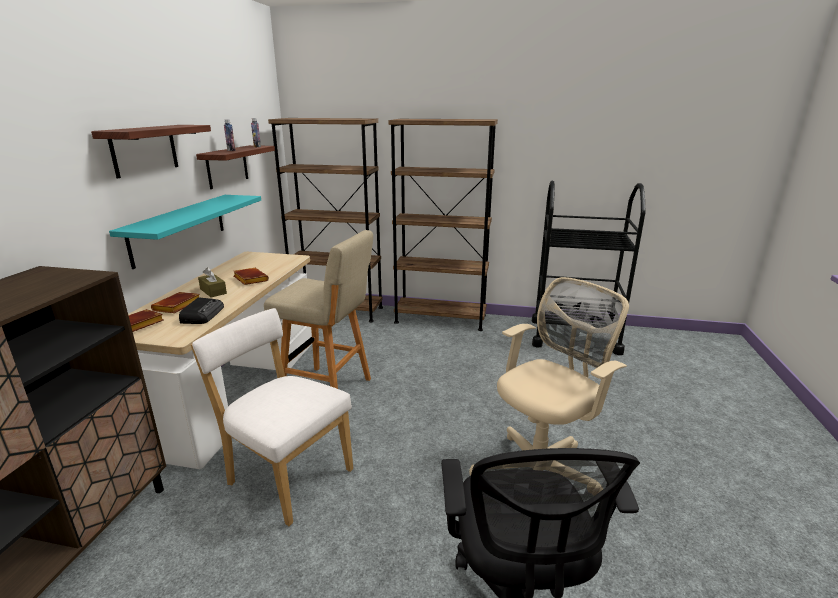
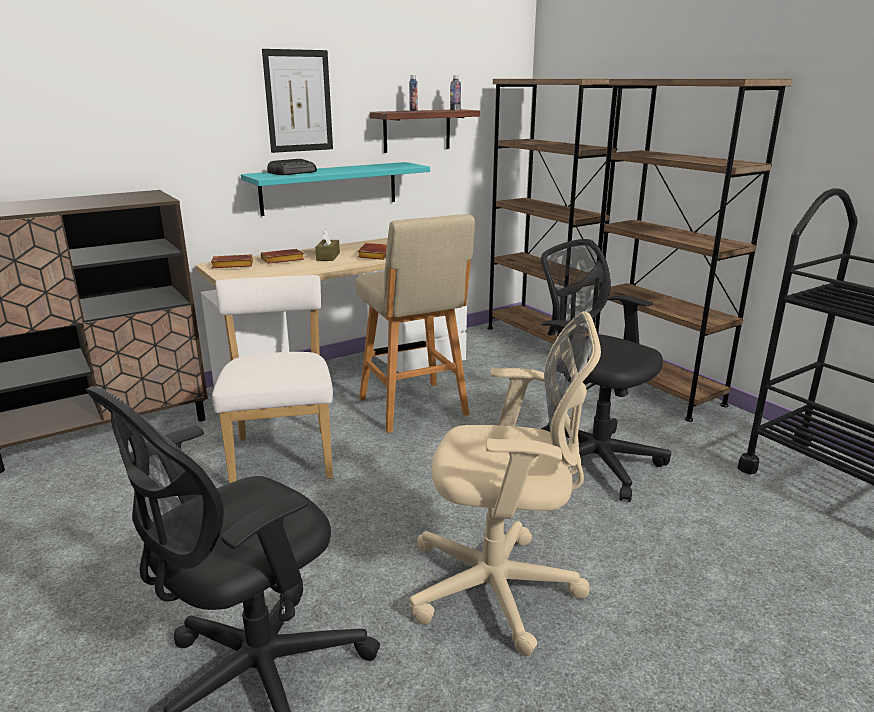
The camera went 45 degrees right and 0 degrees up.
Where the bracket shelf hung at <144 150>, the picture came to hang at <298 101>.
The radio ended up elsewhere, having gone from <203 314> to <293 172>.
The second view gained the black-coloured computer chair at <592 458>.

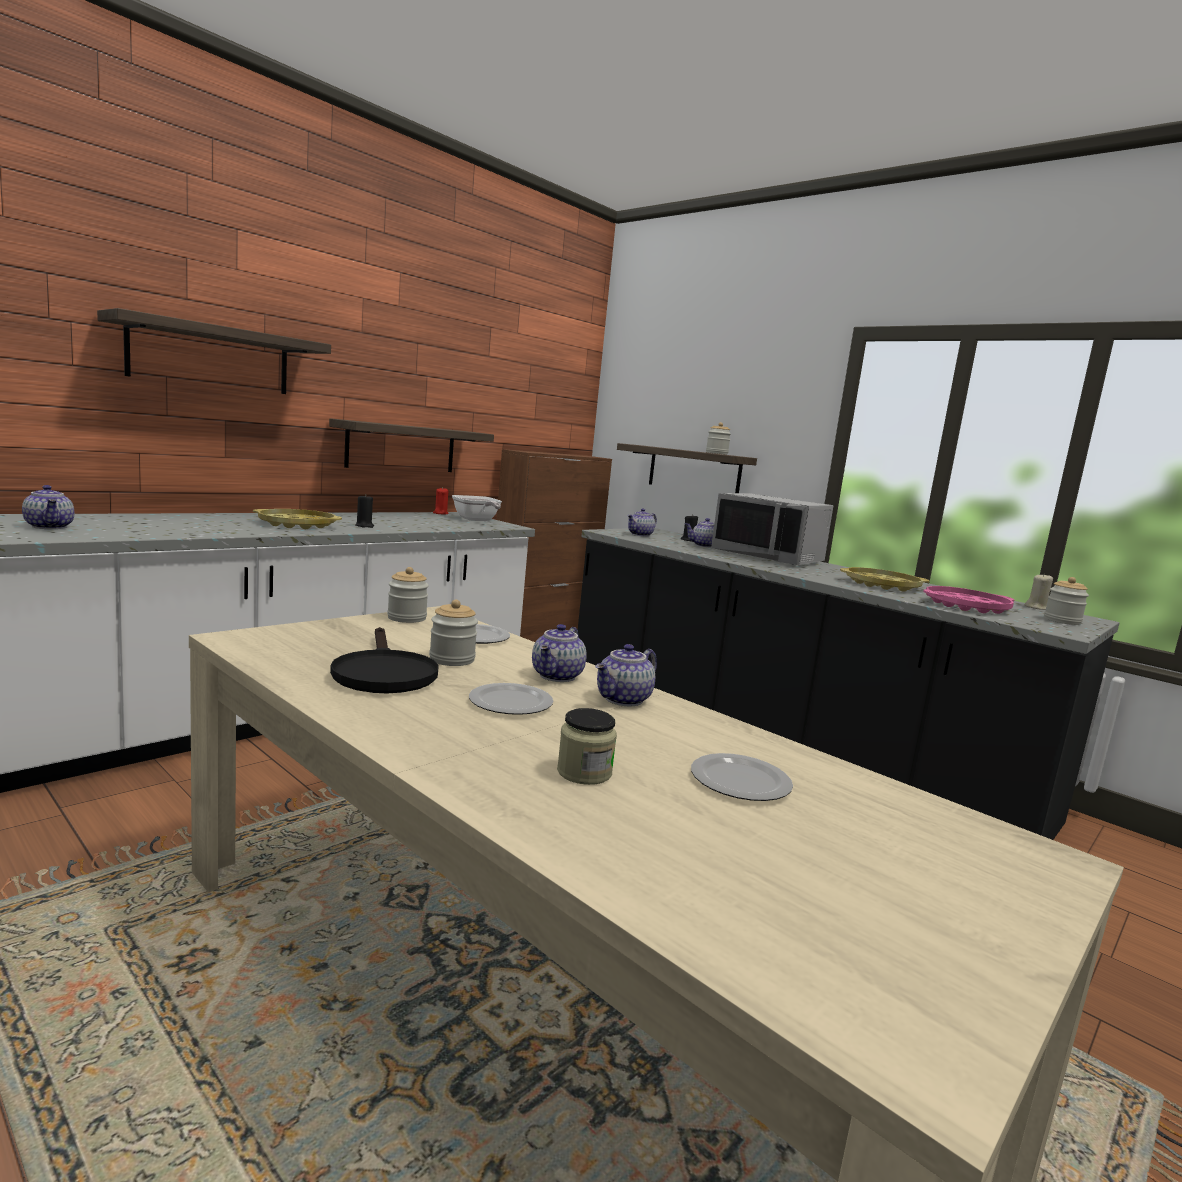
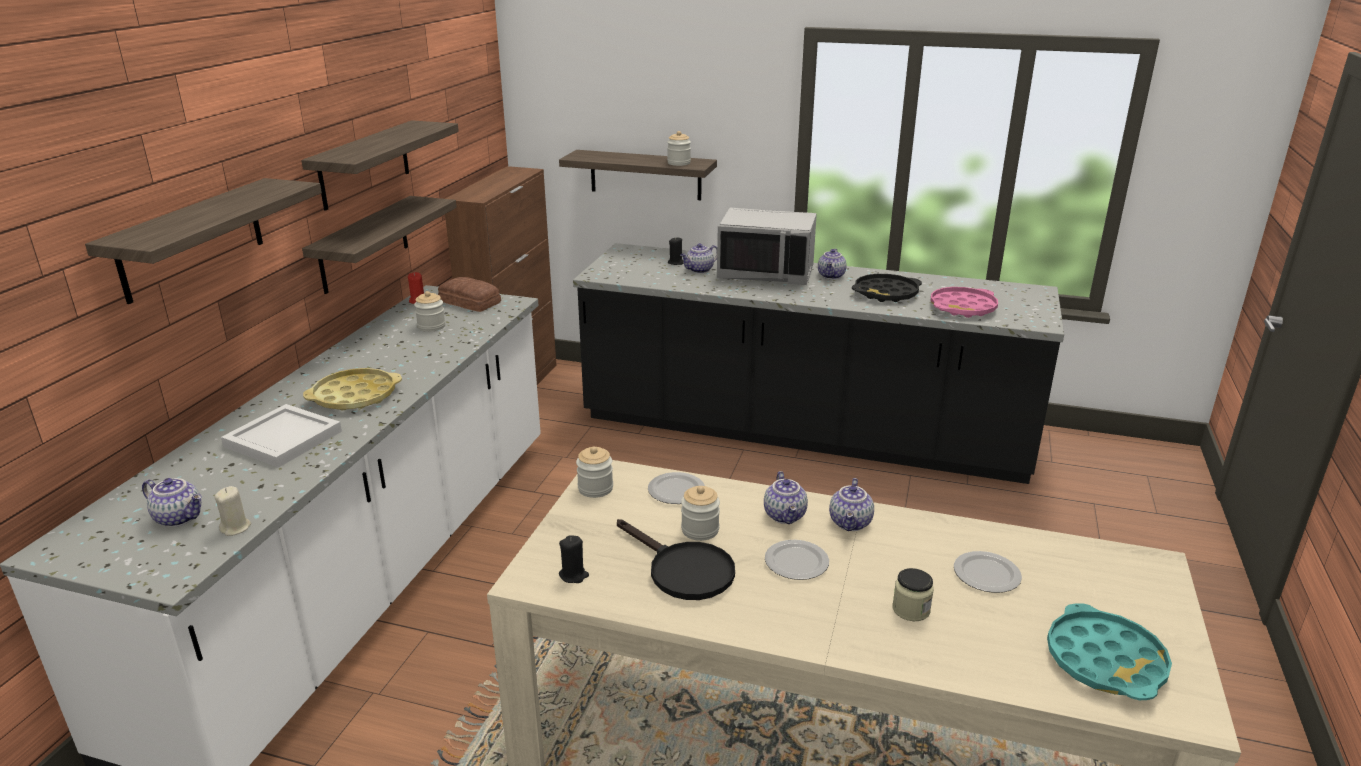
The camera went 25 degrees left and 15 degrees up.
The sand-coloured wax candle ended up elsewhere, having gone from <1036 607> to <236 528>.
The second view gained the whitish serving tray at <281 439>.
The second view gained the bracket shelf at <364 164>.
The preserve jar ended up elsewhere, having gone from <1062 621> to <431 326>.
Where the skillet stood at <477 520>, the bakery bread came to stand at <469 302>.
The black-coloured wax candle ended up elsewhere, having gone from <364 526> to <573 575>.
The teapot ended up elsewhere, having gone from <640 535> to <832 276>.
What was the yellowish serving tray at <882 585> turned into the black-coloured serving tray at <886 293>.
The second view gained the turquoise serving tray at <1105 661>.

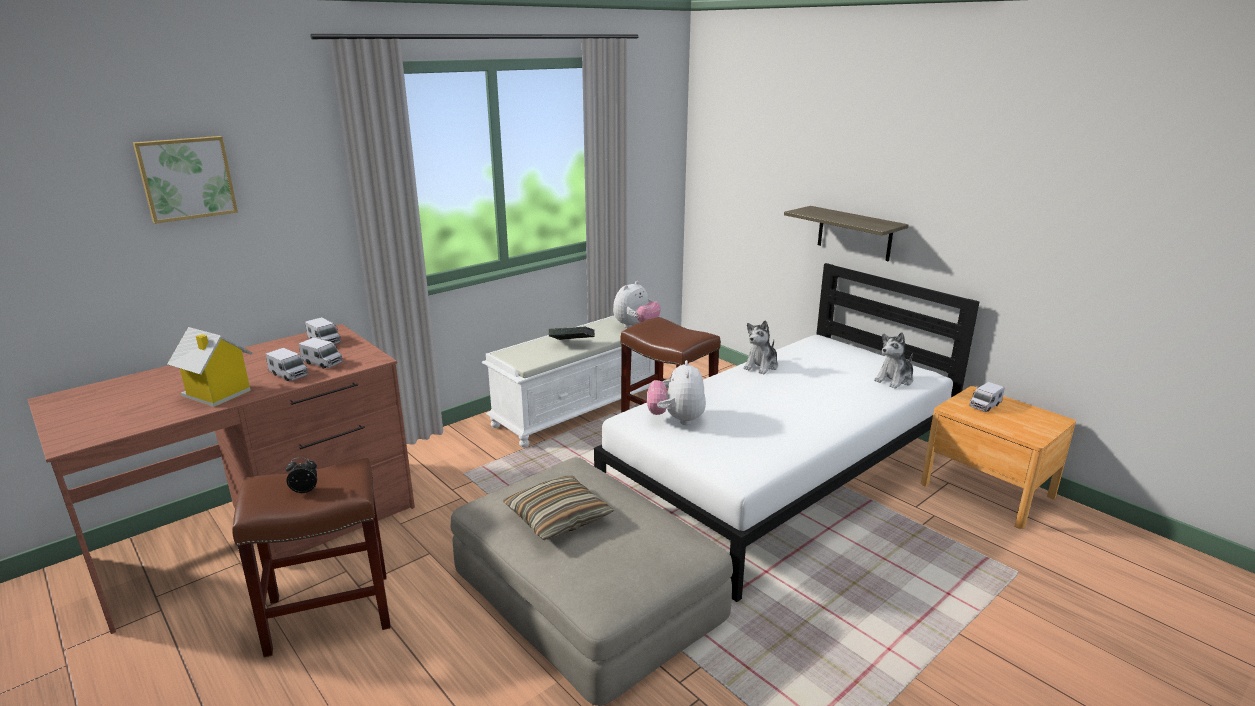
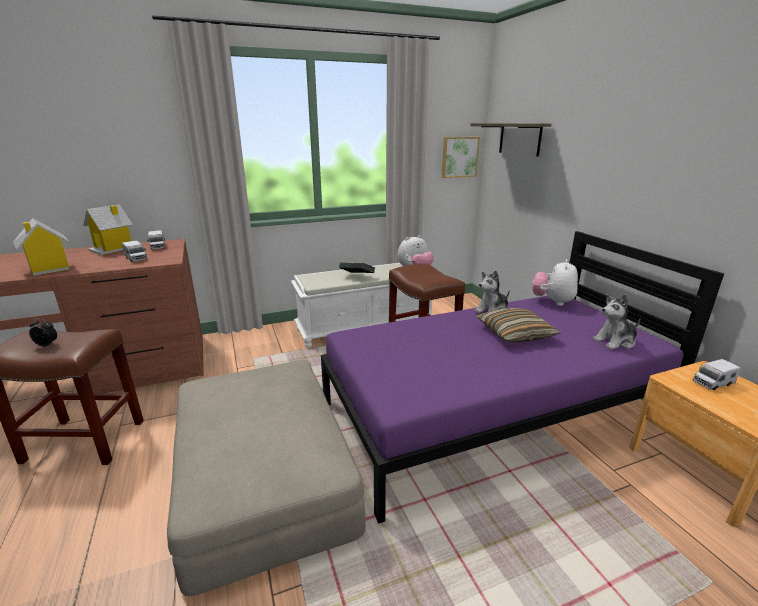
The camera went 20 degrees right and 0 degrees up.
The second view gained the toy house at <113 249>.
What was the whitish bedroom bed at <783 479> turned into the purple bedroom bed at <492 413>.
The picture ended up elsewhere, having gone from <186 178> to <459 157>.
The bracket shelf ended up elsewhere, having gone from <854 233> to <520 139>.
The pillow ended up elsewhere, having gone from <558 517> to <514 333>.
The soft toy ended up elsewhere, having gone from <676 419> to <552 301>.
The second view lost the toy truck at <289 374>.

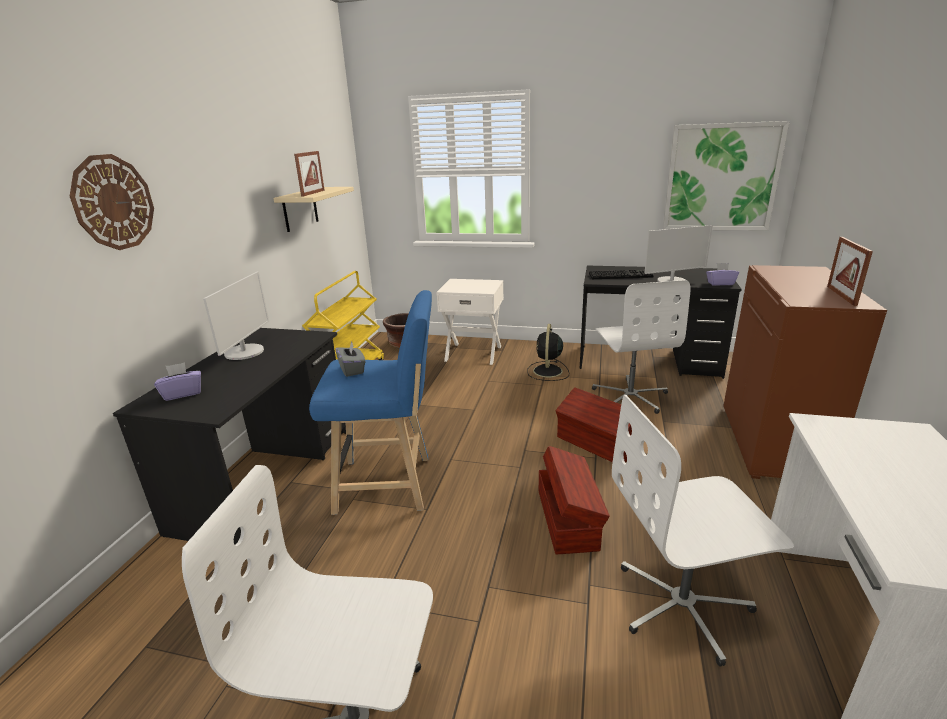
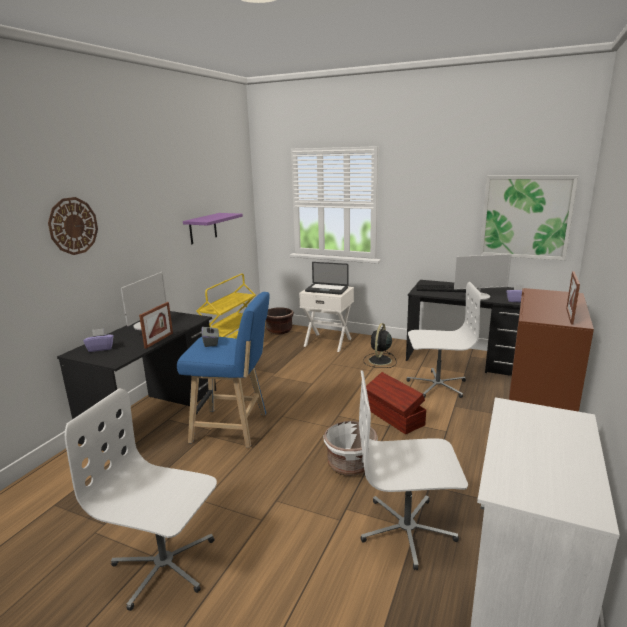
The camera went 10 degrees right and 5 degrees down.
The photo frame ended up elsewhere, having gone from <313 193> to <159 340>.
What was the sand-coloured bracket shelf at <300 209> turned into the purple bracket shelf at <203 228>.
The second view gained the laptop at <326 290>.
Where the brown-coloured storage container stood at <568 518>, the whitish plant pot came to stand at <350 465>.
The whitish computer chair at <630 396> ended up facing another way, 90 degrees counterclockwise from before.

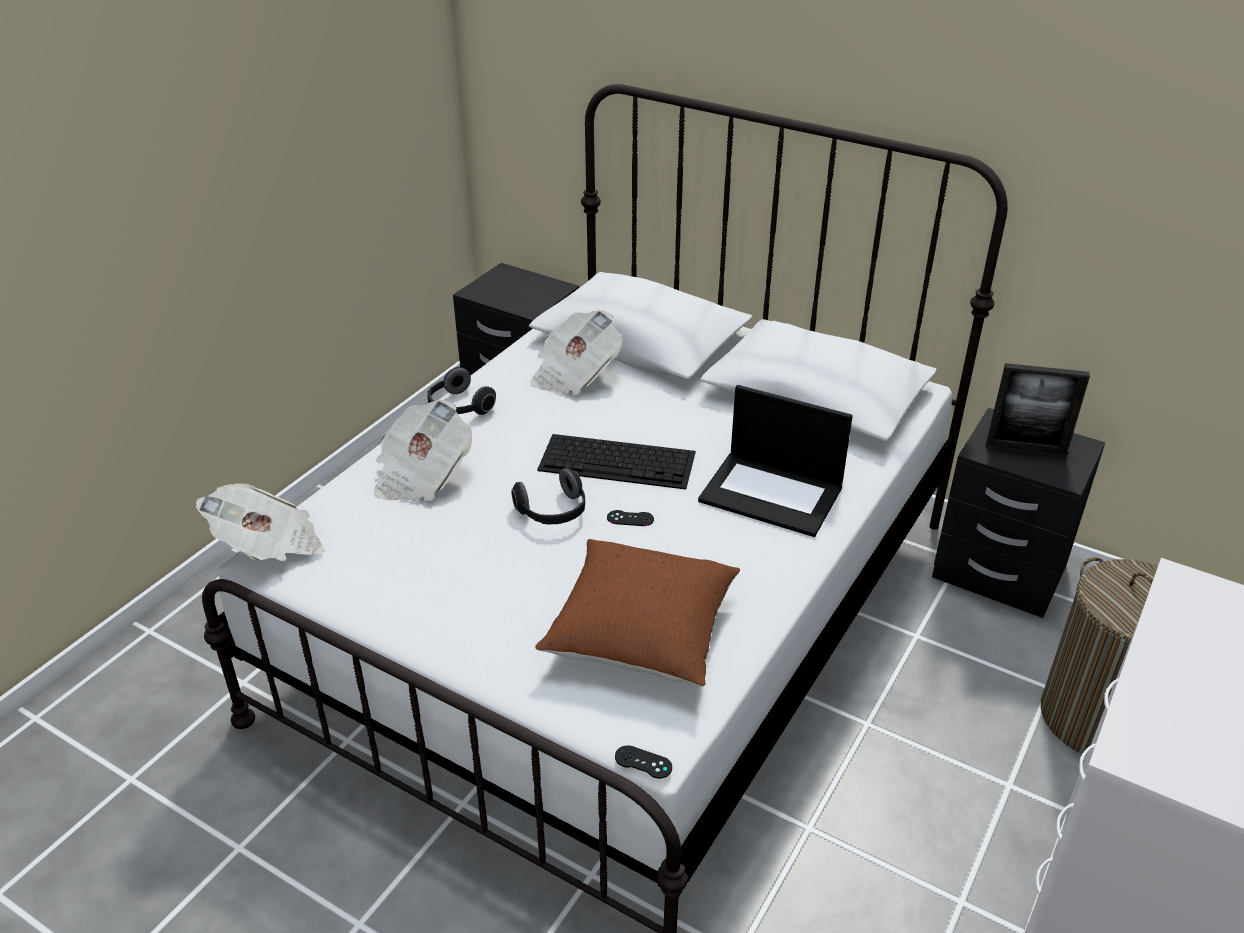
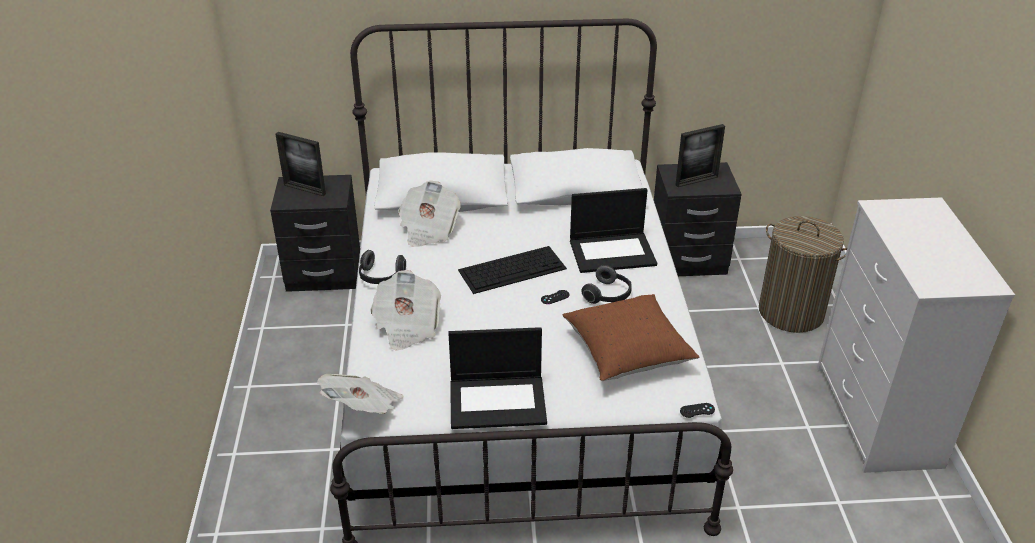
The camera went 35 degrees left and 0 degrees up.
The second view gained the photo frame at <304 189>.
The second view gained the laptop at <498 401>.
The headphones ended up elsewhere, having gone from <553 513> to <608 295>.

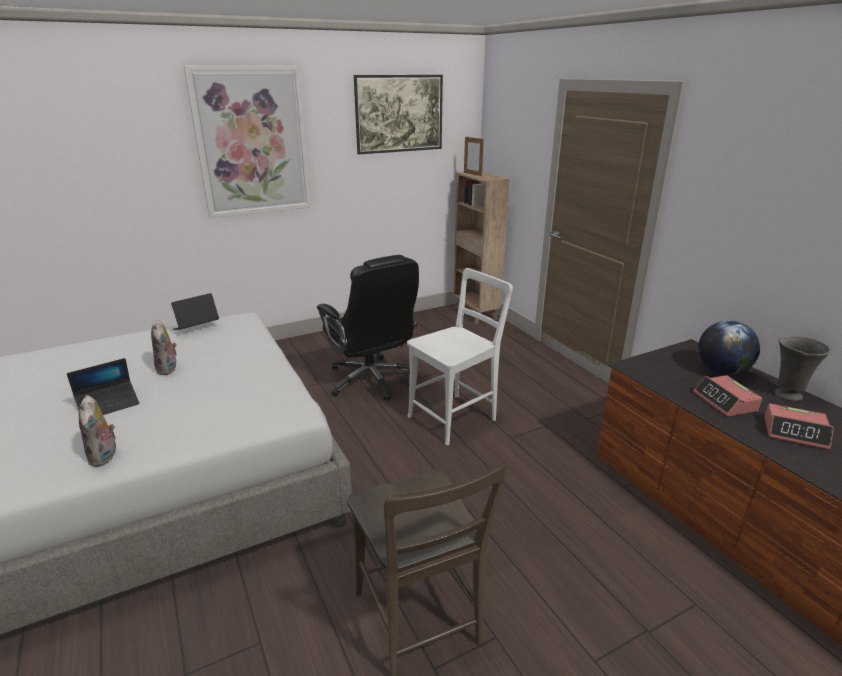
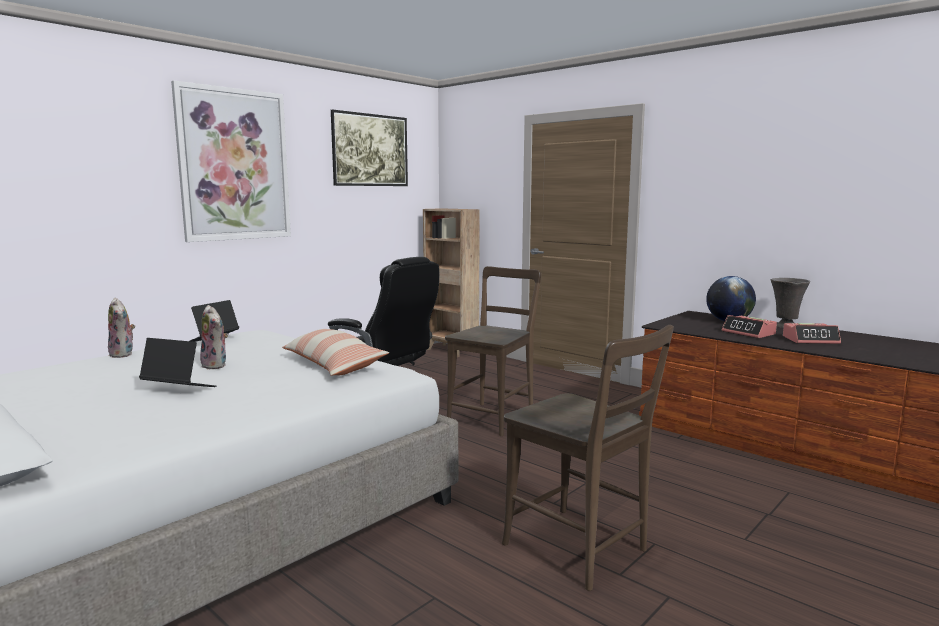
The camera went 20 degrees left and 15 degrees down.
The soft toy ended up elsewhere, having gone from <105 457> to <123 354>.
The laptop at <108 405> ended up facing another way, 105 degrees counterclockwise from before.
The second view gained the pillow at <333 364>.
What was the whitish chair at <456 417> turned into the brown-coloured chair at <493 417>.
The second view lost the photo frame at <472 174>.

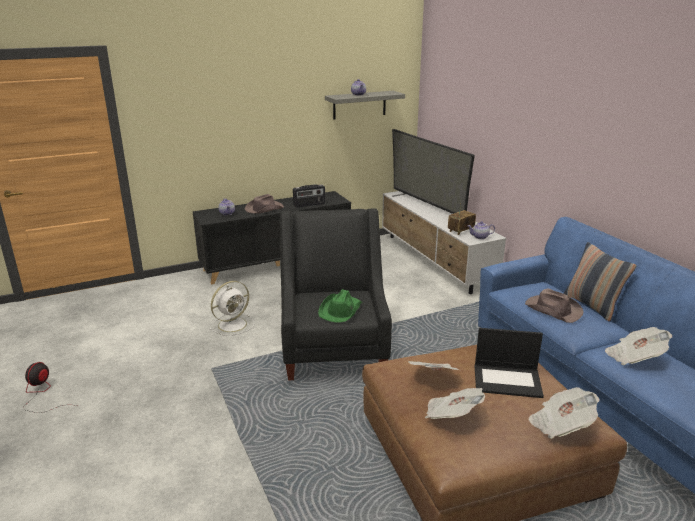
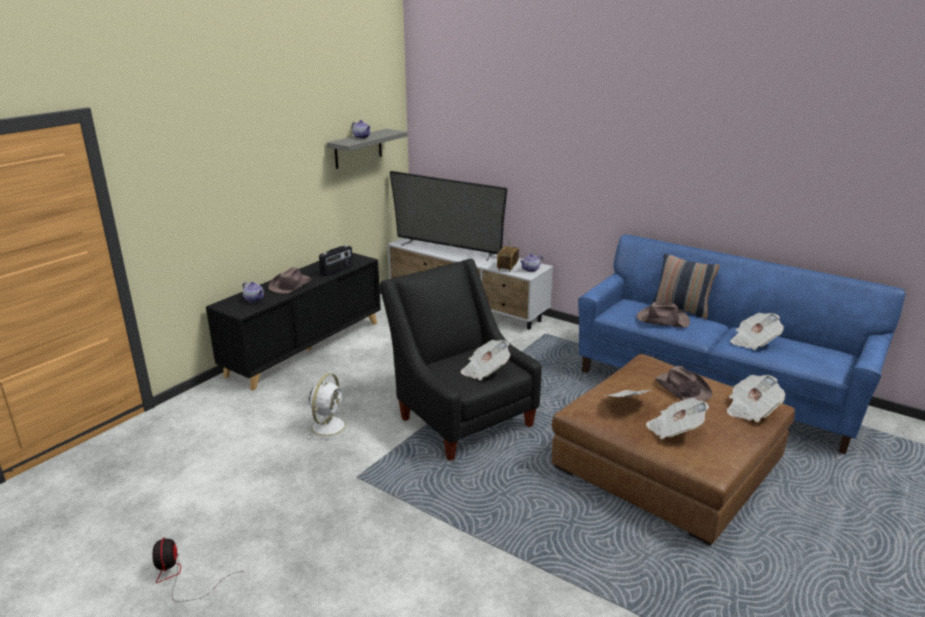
The camera went 30 degrees left and 0 degrees up.
Where the green clothing hat stood at <340 310>, the newspaper came to stand at <485 371>.
Where the laptop stood at <508 380>, the brown-coloured clothing hat came to stand at <682 388>.

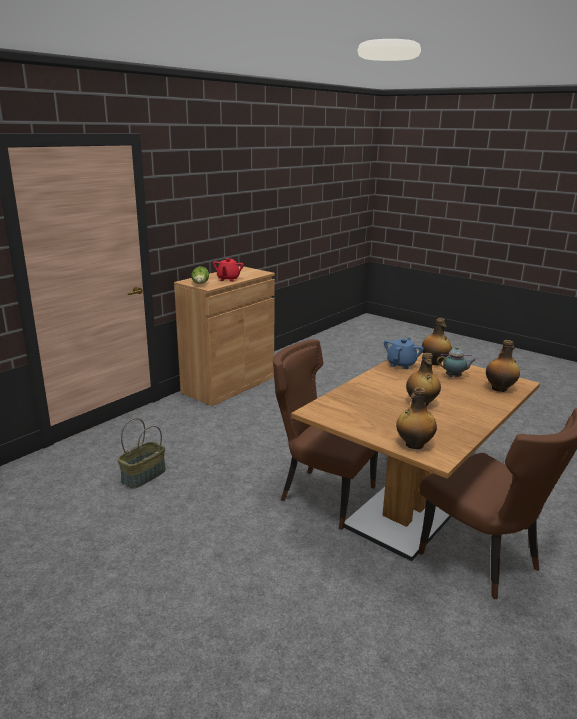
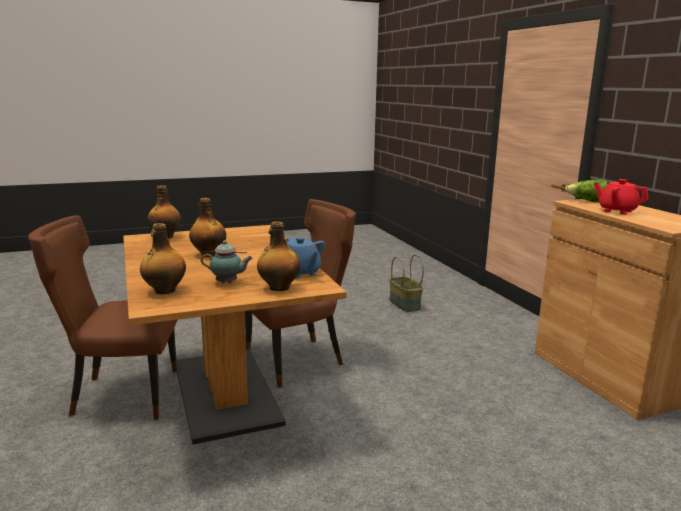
The camera went 120 degrees right and 5 degrees down.
The teapot at <454 377> ended up facing another way, 120 degrees counterclockwise from before.

